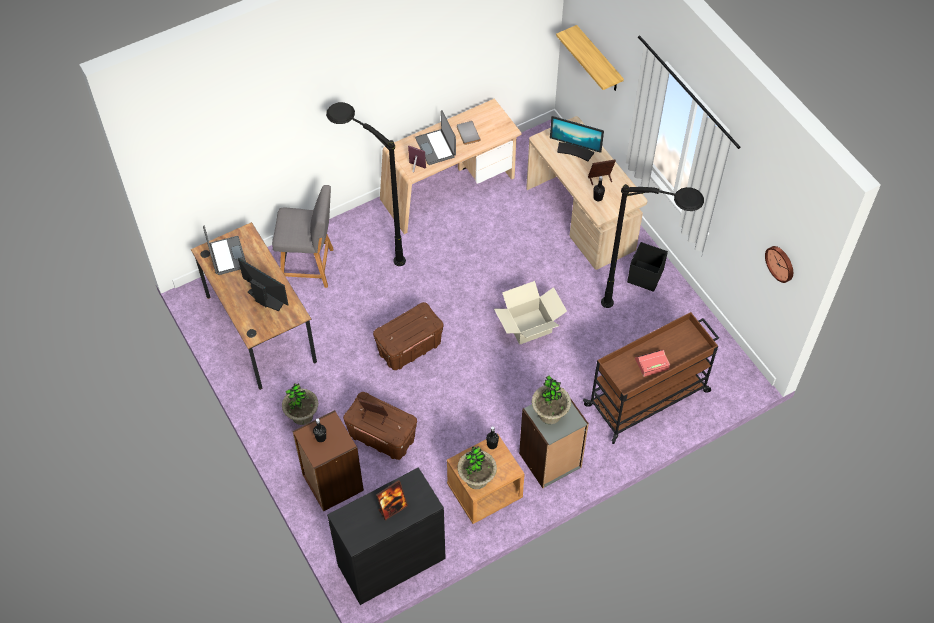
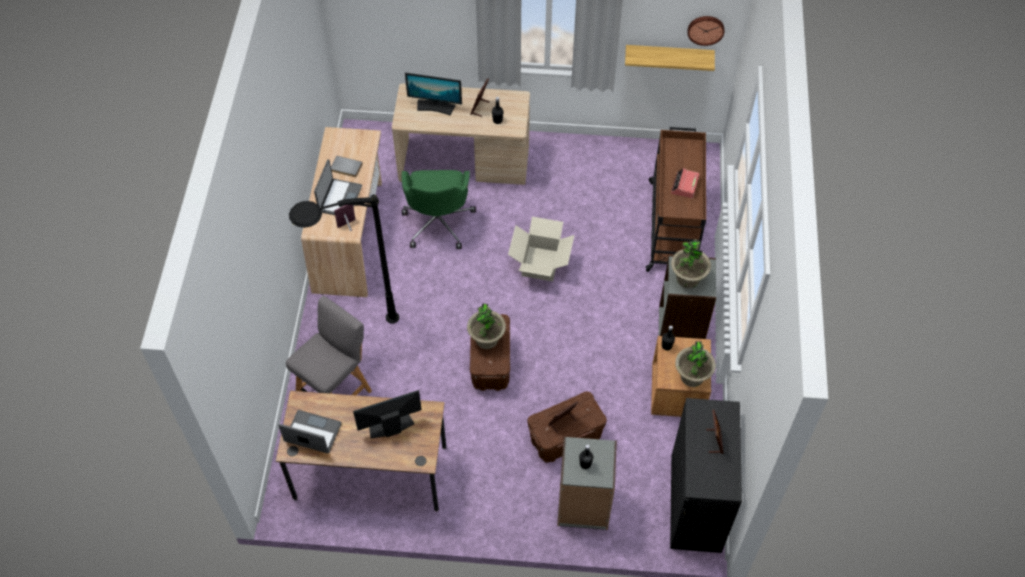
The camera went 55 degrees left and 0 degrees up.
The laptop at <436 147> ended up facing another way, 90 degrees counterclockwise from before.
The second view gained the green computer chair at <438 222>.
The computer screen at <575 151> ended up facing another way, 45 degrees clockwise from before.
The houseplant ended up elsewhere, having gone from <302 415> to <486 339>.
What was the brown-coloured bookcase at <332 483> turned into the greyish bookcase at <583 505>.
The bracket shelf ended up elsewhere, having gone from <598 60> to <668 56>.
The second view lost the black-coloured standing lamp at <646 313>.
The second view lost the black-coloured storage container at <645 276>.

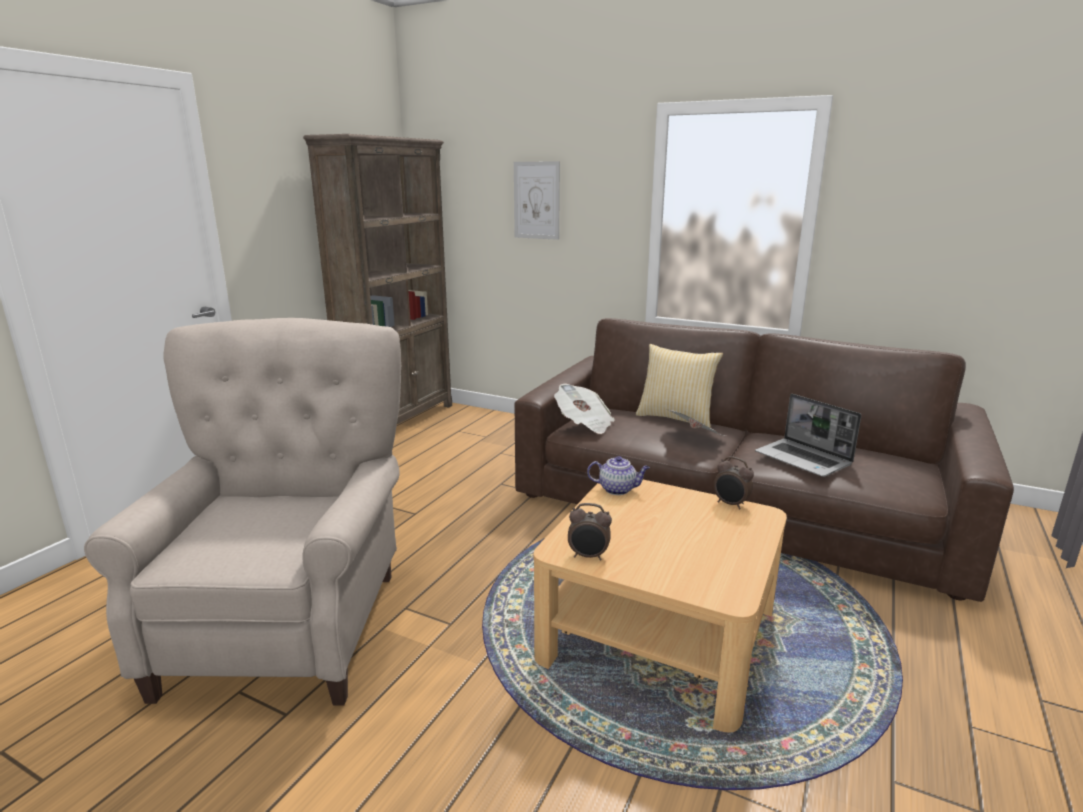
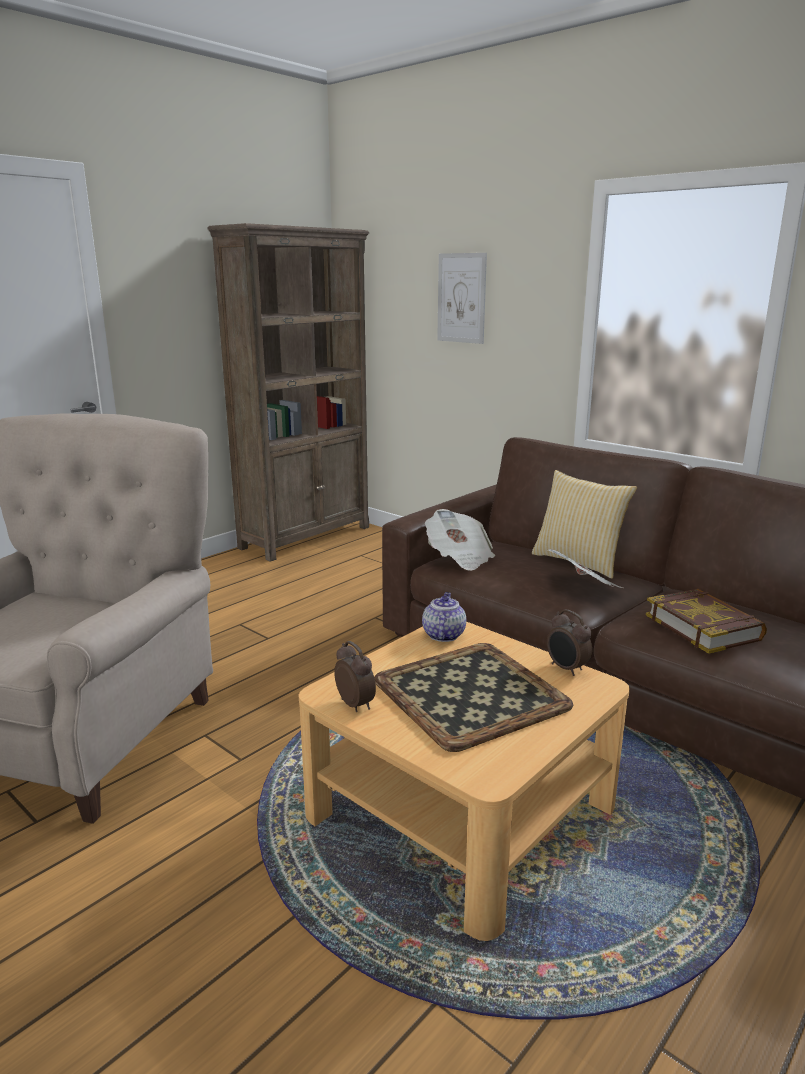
The camera went 15 degrees right and 0 degrees up.
The bedside clock at <588 556> ended up facing another way, 150 degrees counterclockwise from before.
The second view gained the serving tray at <470 692>.
The teapot at <618 489> ended up facing another way, 105 degrees counterclockwise from before.
Where the laptop stood at <804 459>, the book came to stand at <703 627>.

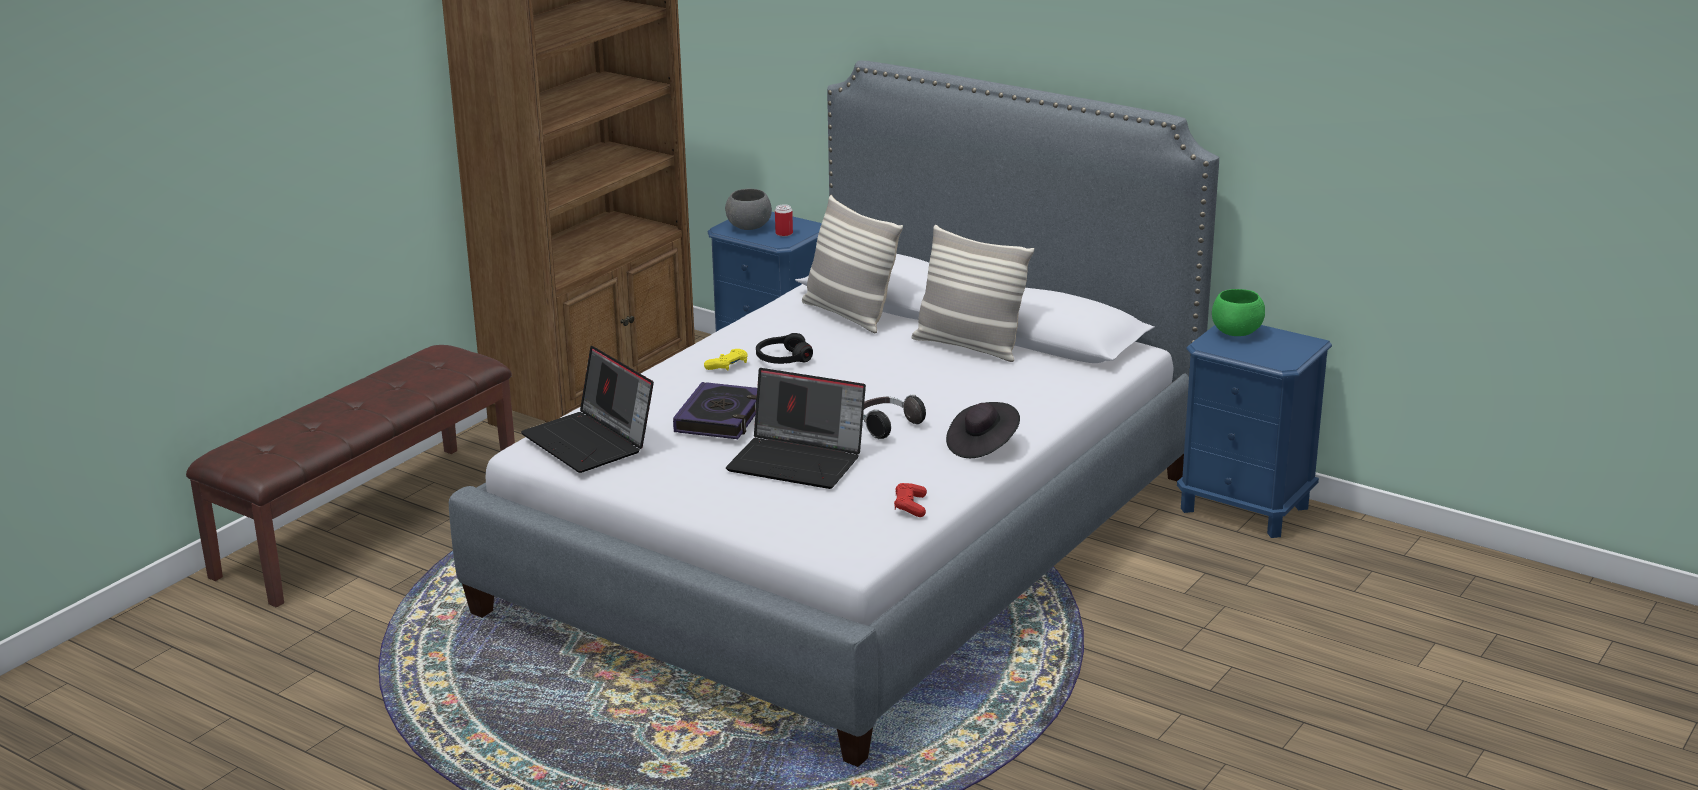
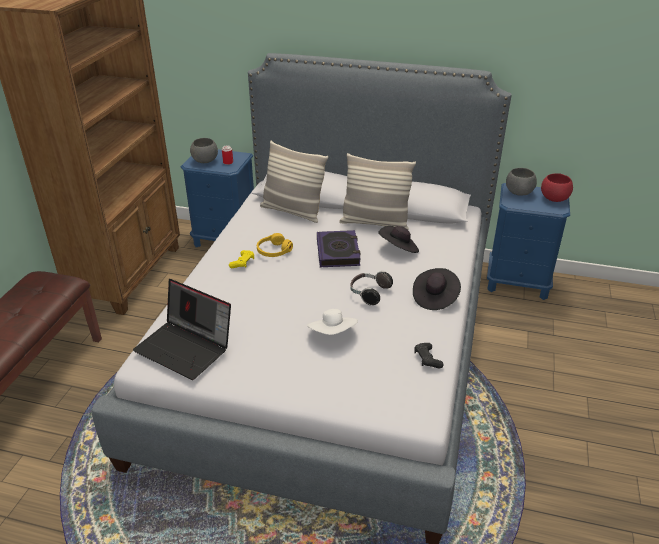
The camera went 20 degrees left and 10 degrees up.
What was the black-coloured headphones at <783 358> turned into the yellowish headphones at <274 251>.
Where the laptop stood at <799 461>, the whitish clothing hat came to stand at <333 334>.
The book ended up elsewhere, having gone from <720 418> to <338 252>.
The second view gained the black-coloured clothing hat at <399 249>.
What was the red game controller at <910 506> turned into the black-coloured game controller at <427 359>.
What was the green bowl at <1237 333> turned into the greyish bowl at <519 193>.
The second view gained the red bowl at <554 199>.

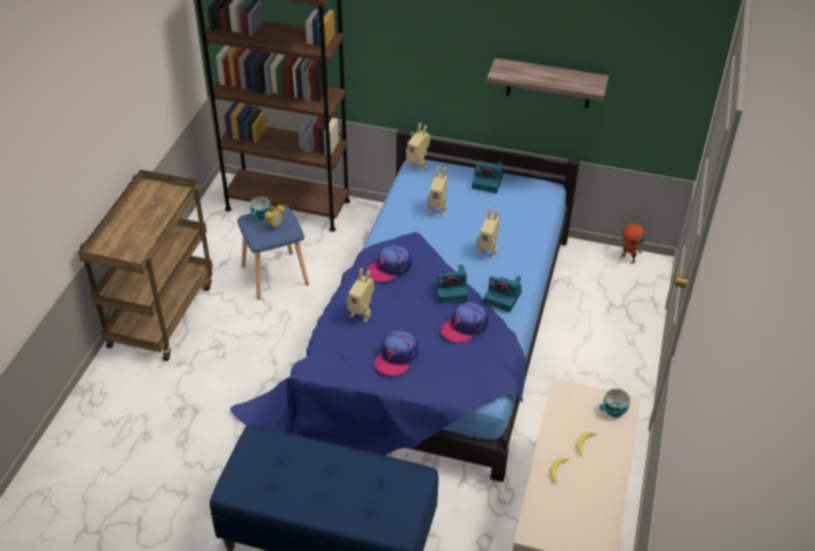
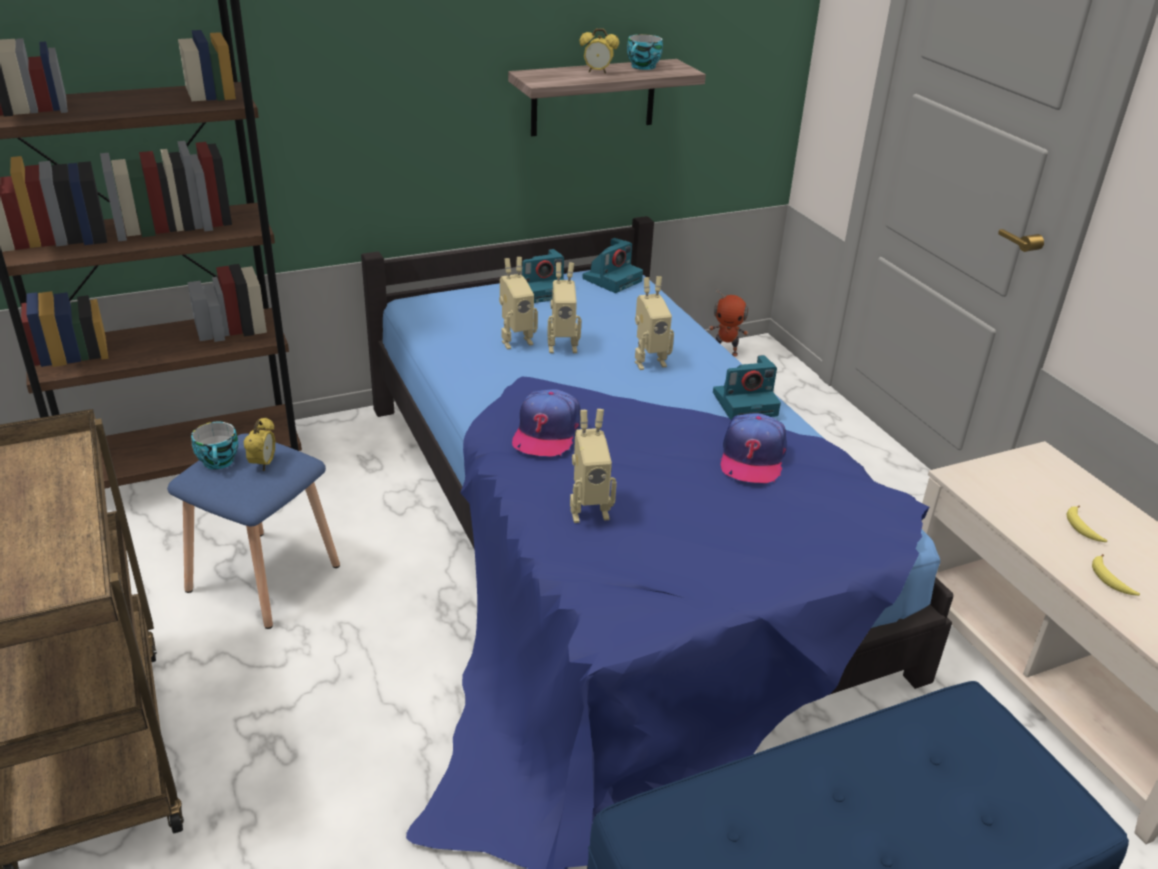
The camera went 40 degrees left and 10 degrees down.
The robot figure ended up elsewhere, having gone from <418 165> to <562 346>.
The second view gained the bedside clock at <597 72>.
The still camera ended up elsewhere, having gone from <451 290> to <612 279>.
The small cup ended up elsewhere, having gone from <613 411> to <643 67>.
The second view lost the cap at <396 357>.

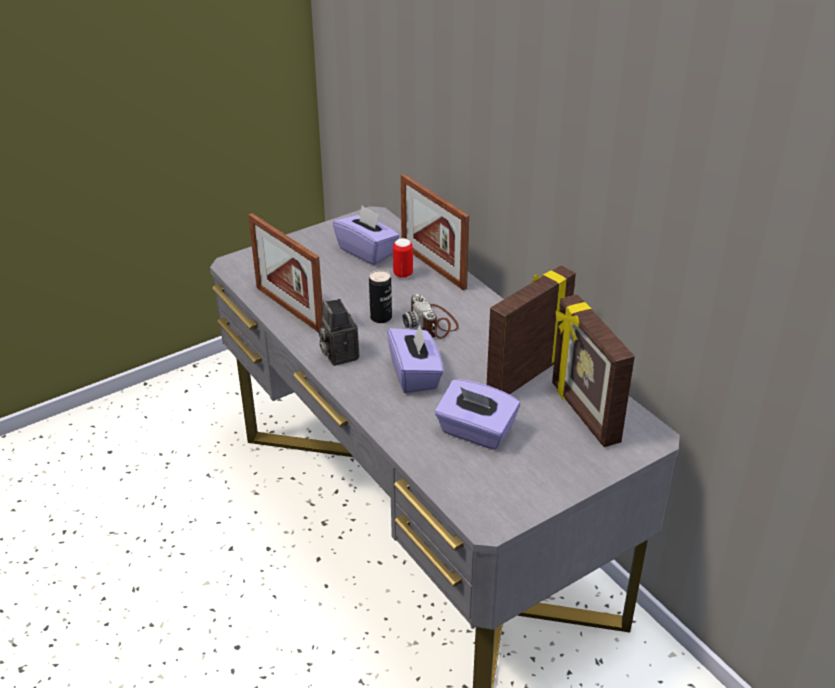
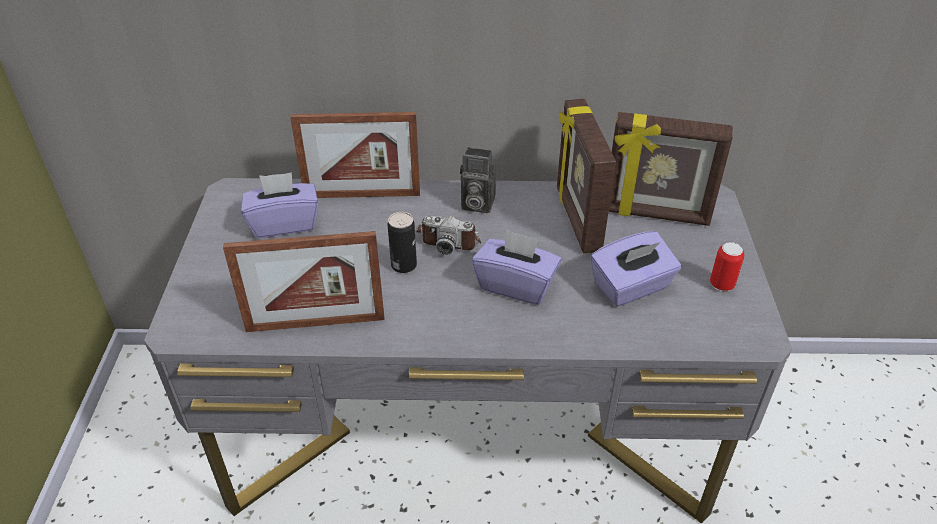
The camera went 55 degrees left and 5 degrees up.
The still camera ended up elsewhere, having gone from <338 354> to <475 204>.
The can ended up elsewhere, having gone from <403 274> to <721 284>.

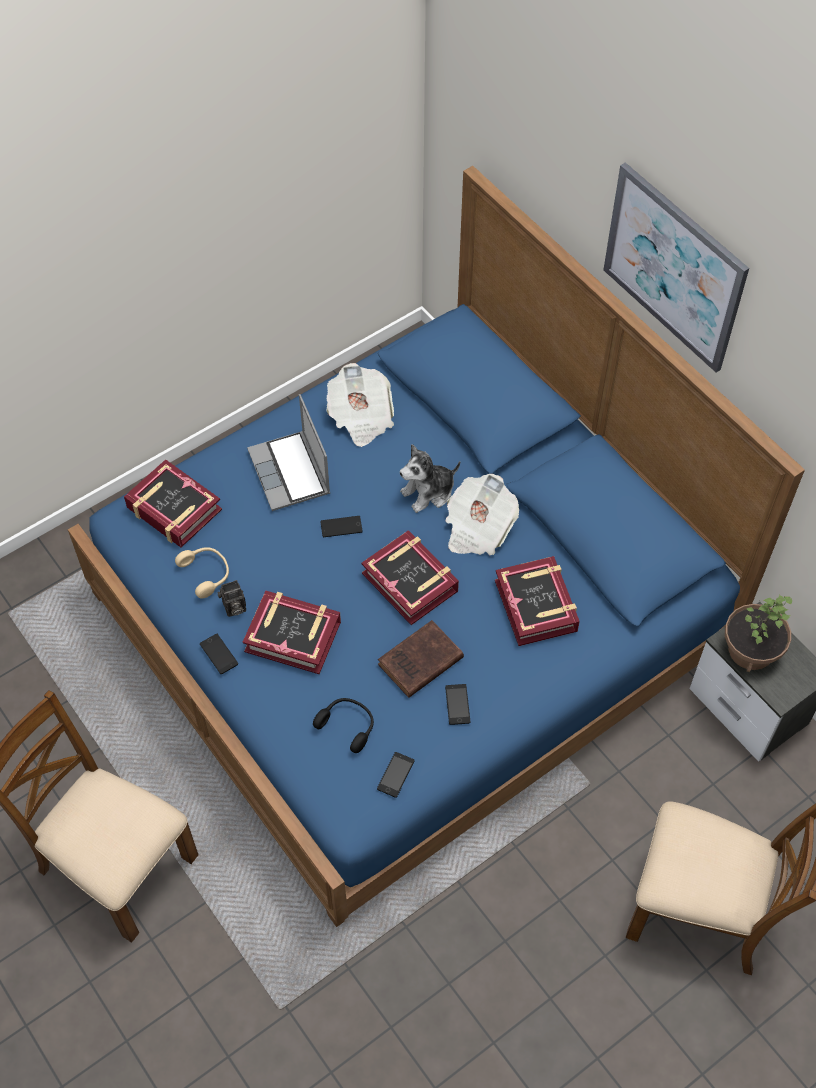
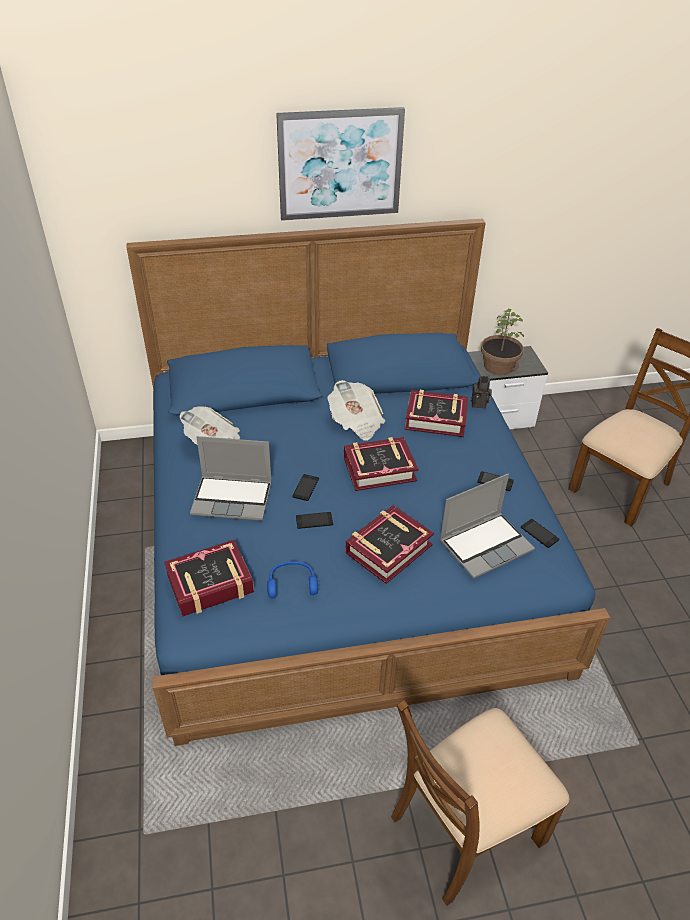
The camera went 65 degrees left and 15 degrees down.
What was the sand-coloured headphones at <206 573> turned into the bluish headphones at <292 583>.
The telephone ended up elsewhere, having gone from <219 654> to <314 520>.
Where the black-coloured headphones stood at <348 725>, the laptop came to stand at <486 545>.
The still camera ended up elsewhere, having gone from <233 608> to <480 404>.
The second view lost the brown-coloured book at <418 663>.
The second view lost the soft toy at <428 492>.

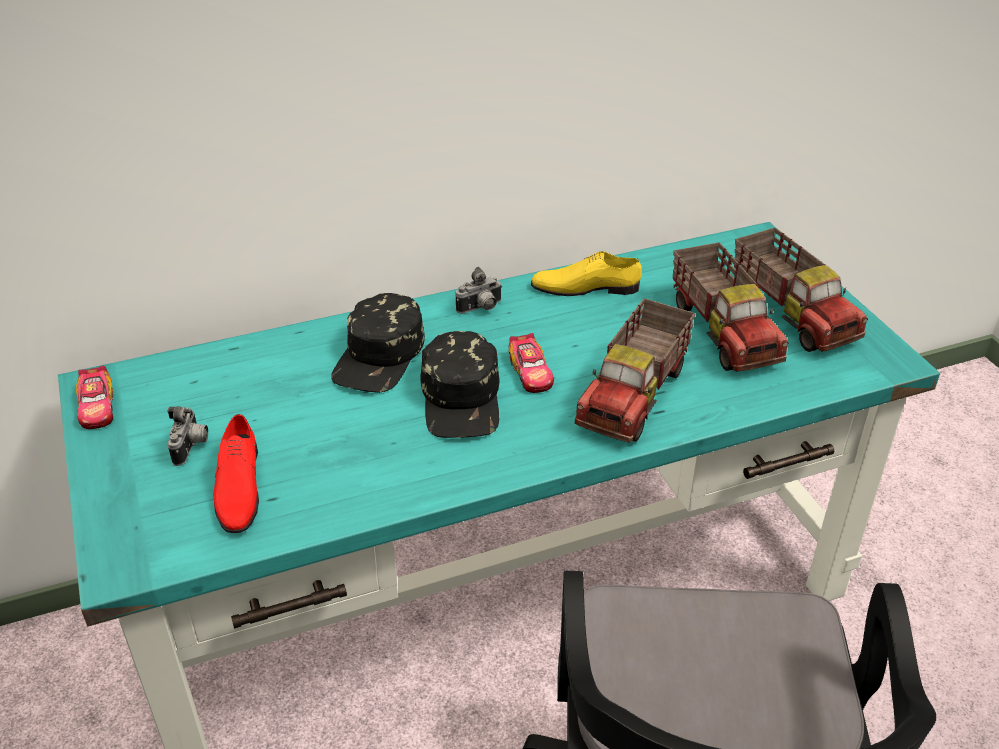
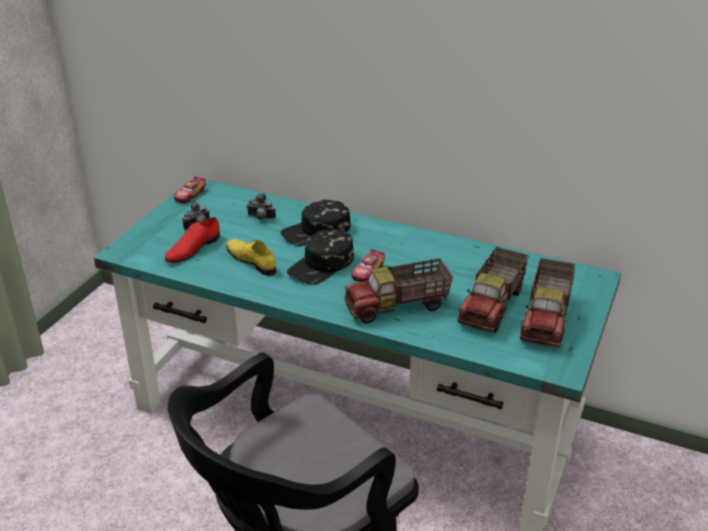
The camera went 45 degrees right and 5 degrees down.
The yellowish shoe ended up elsewhere, having gone from <585 286> to <252 260>.
The still camera ended up elsewhere, having gone from <481 309> to <260 218>.

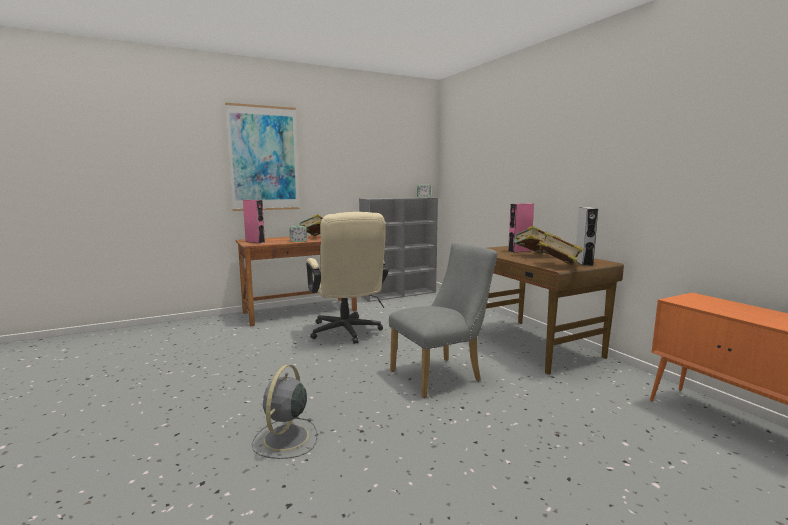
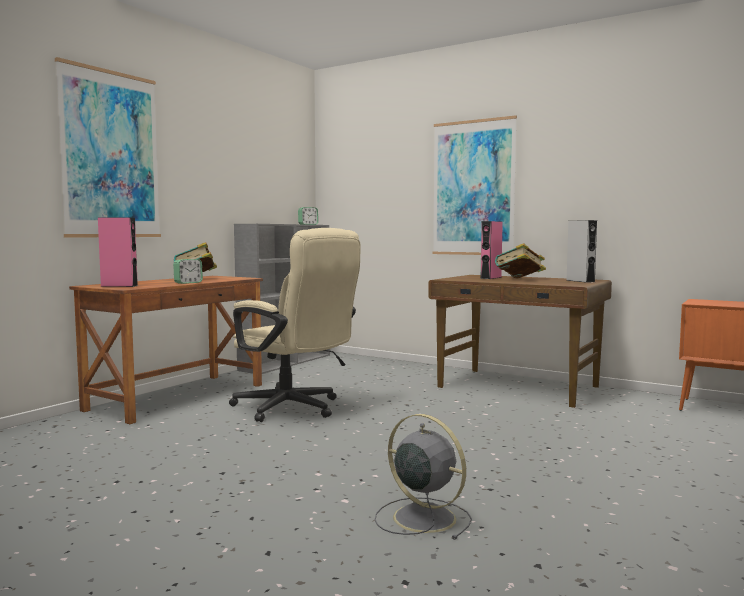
The camera went 30 degrees left and 5 degrees down.
The greyish cooling fan at <285 439> ended up facing another way, 150 degrees clockwise from before.
The second view gained the picture at <473 188>.
The second view lost the greyish chair at <441 375>.
The second view lost the book at <557 266>.

